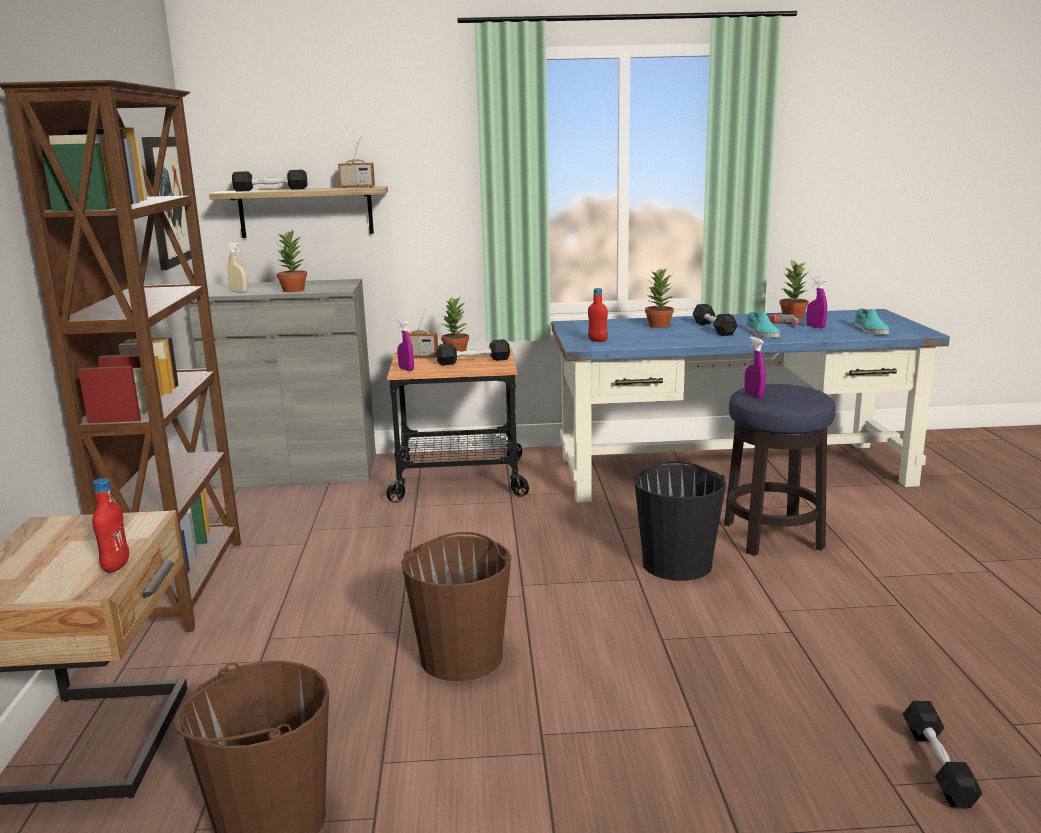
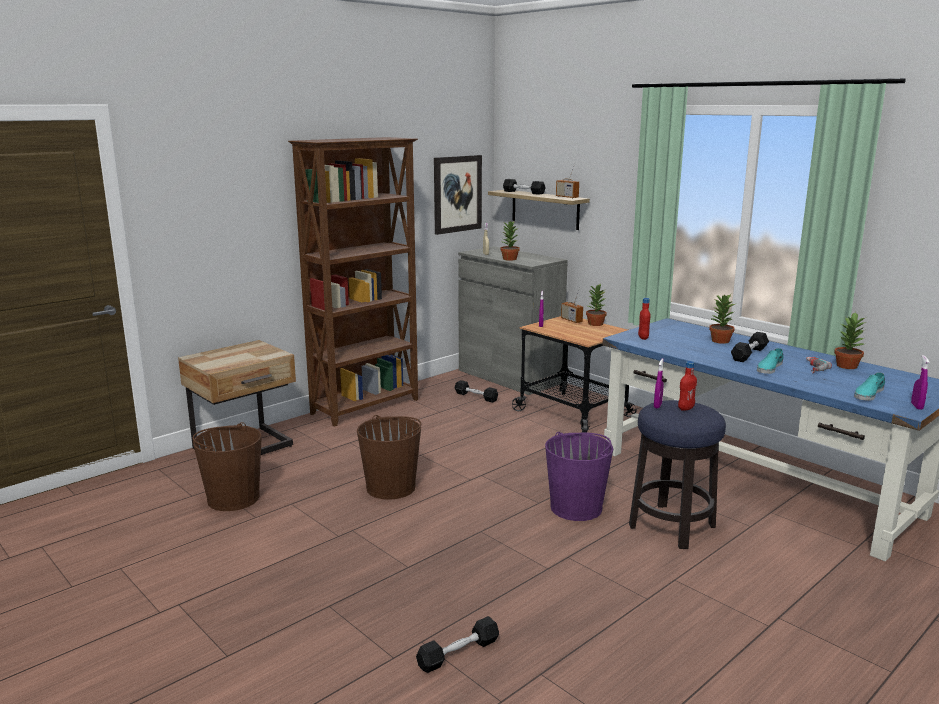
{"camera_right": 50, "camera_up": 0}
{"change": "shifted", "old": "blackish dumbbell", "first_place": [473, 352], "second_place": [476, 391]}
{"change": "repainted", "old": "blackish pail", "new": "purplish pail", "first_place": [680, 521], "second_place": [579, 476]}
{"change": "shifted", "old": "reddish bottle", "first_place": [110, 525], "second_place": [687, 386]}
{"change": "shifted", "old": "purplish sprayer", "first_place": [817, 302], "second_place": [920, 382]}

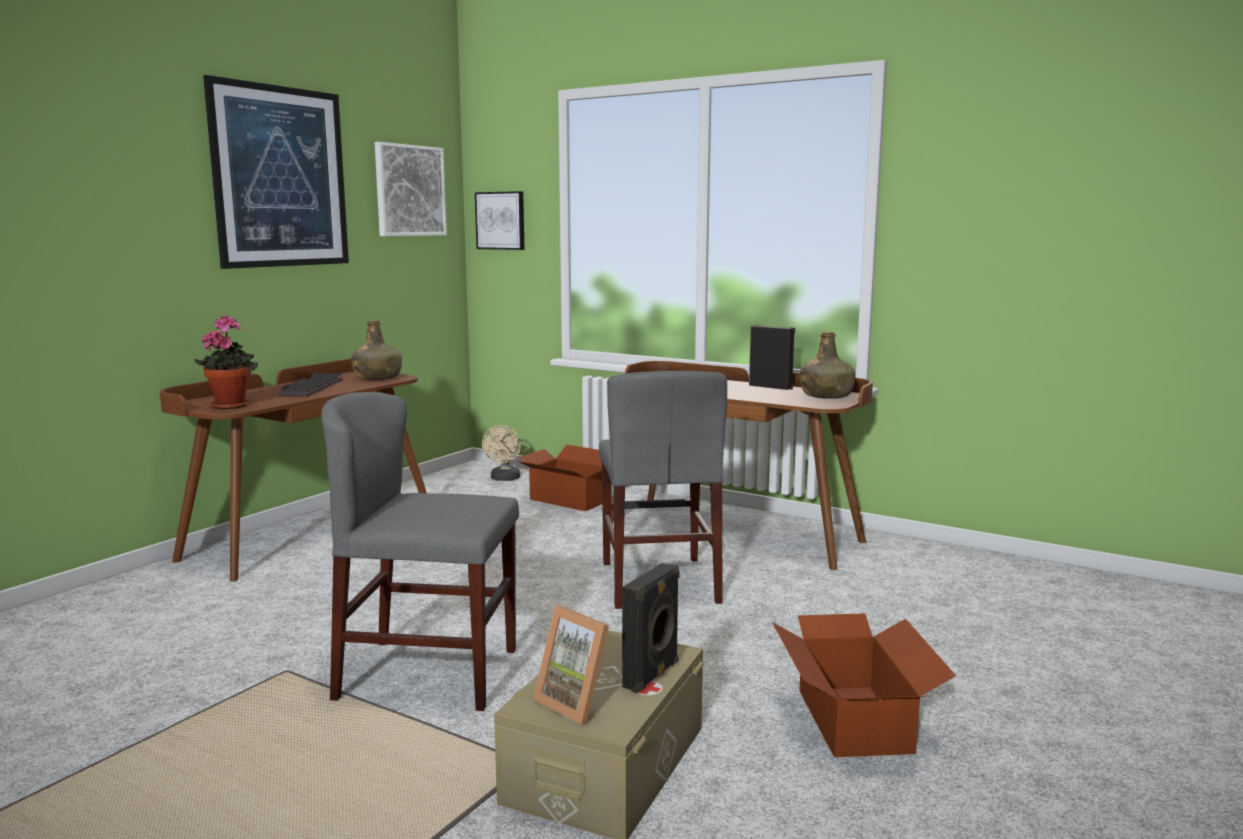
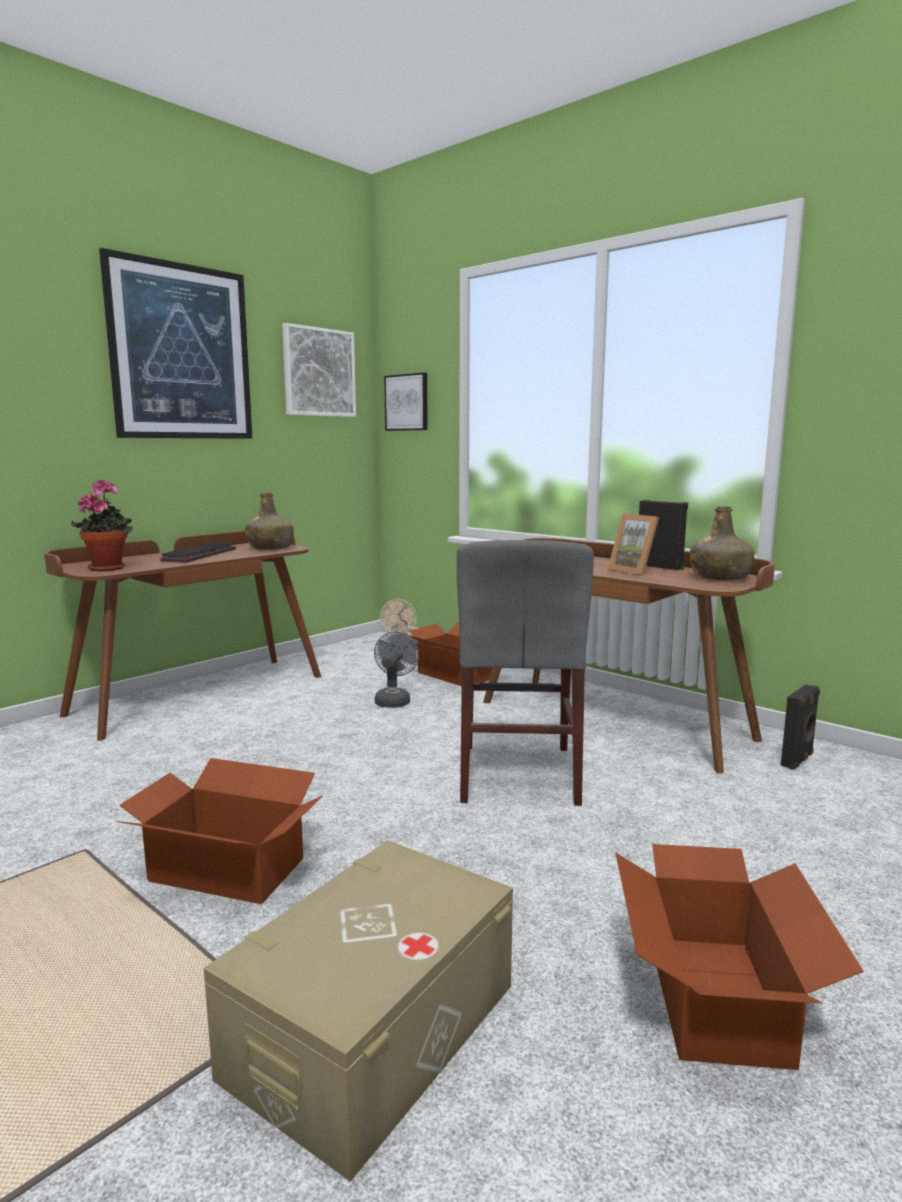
{"camera_right": 10, "camera_up": 0}
{"change": "swapped", "old": "gray chair", "new": "packing box", "first_place": [420, 551], "second_place": [219, 831]}
{"change": "new", "new": "gray cooling fan", "second_place": [396, 669]}
{"change": "shifted", "old": "picture frame", "first_place": [571, 665], "second_place": [633, 544]}
{"change": "shifted", "old": "blackish audio speaker", "first_place": [650, 628], "second_place": [800, 727]}

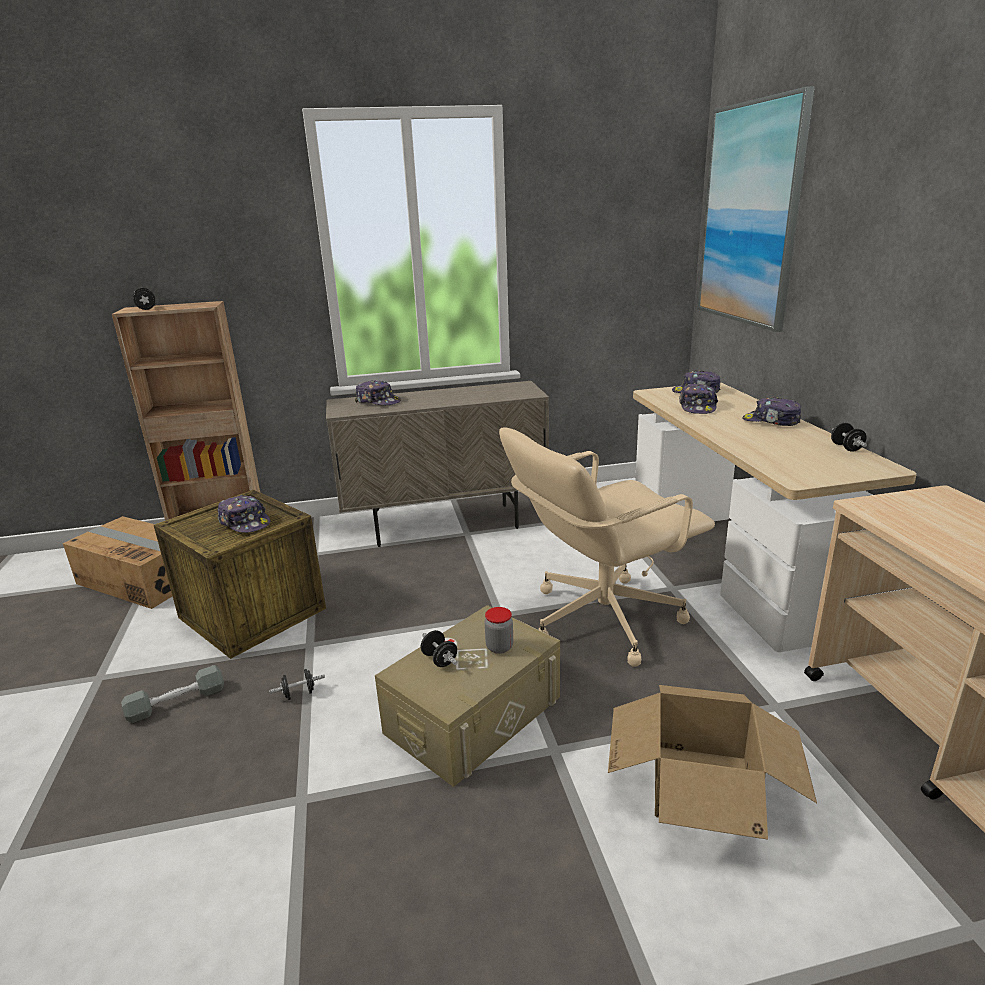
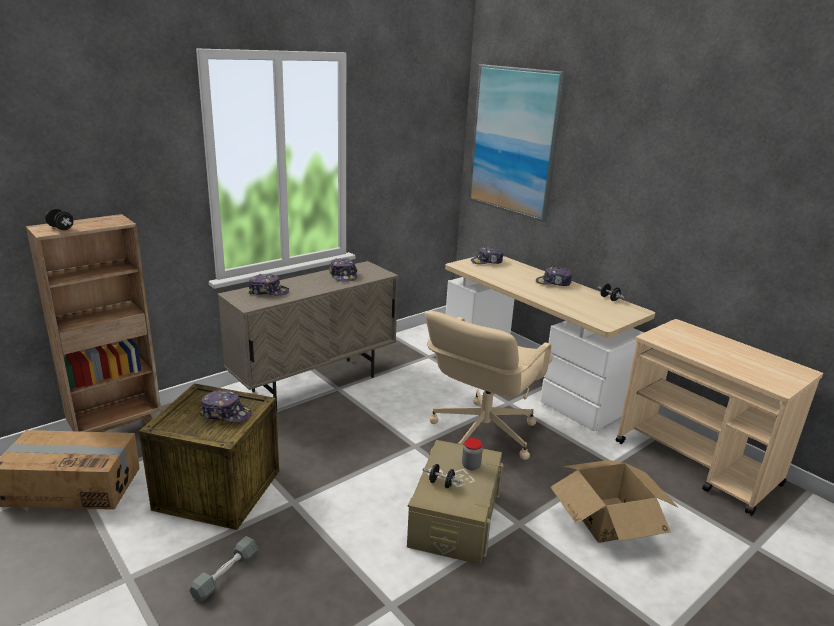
{"camera_right": -30, "camera_up": 0}
{"change": "shifted", "old": "cap", "first_place": [698, 399], "second_place": [343, 270]}
{"change": "gone", "old": "blackish dumbbell", "first_place": [297, 684]}

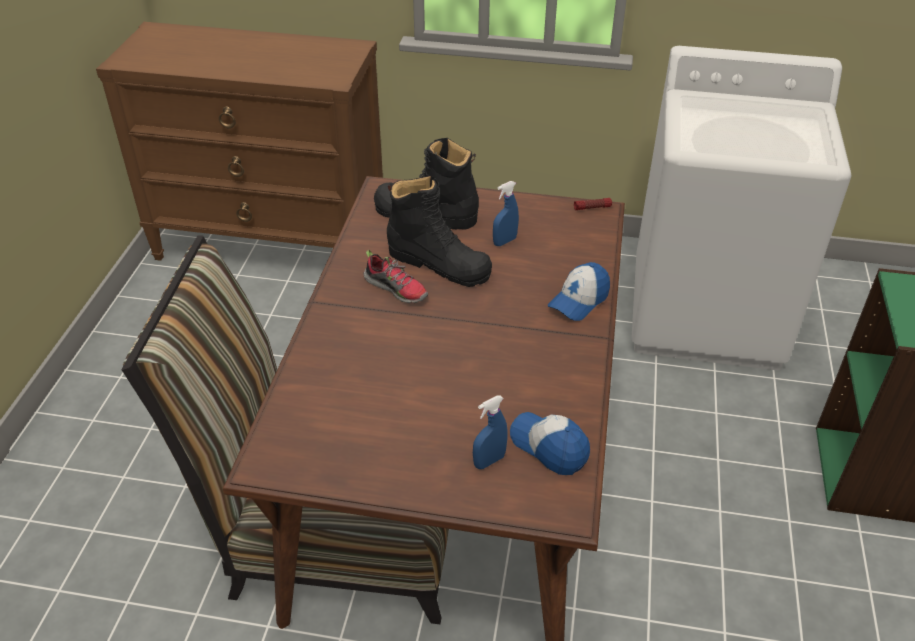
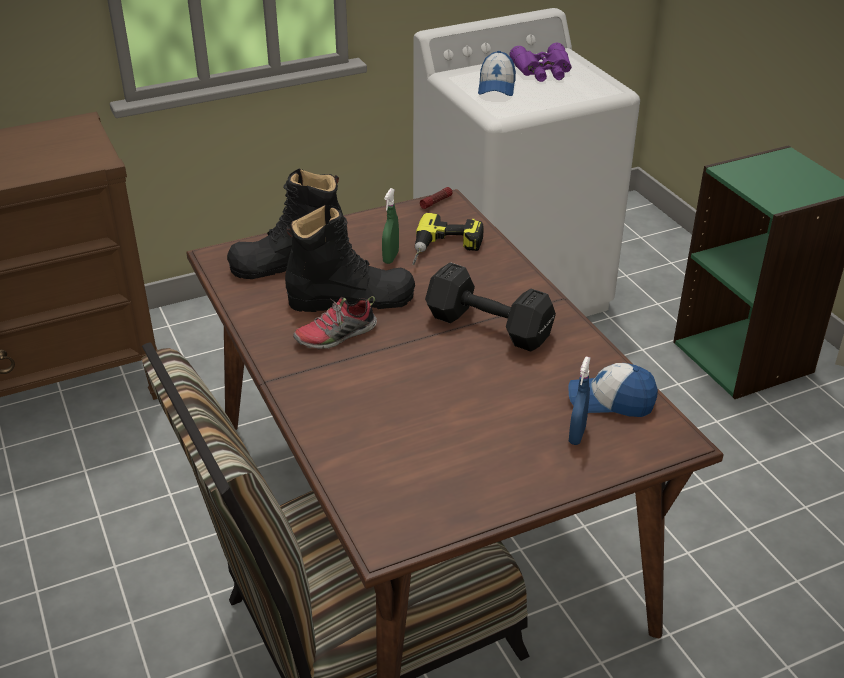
{"camera_right": -35, "camera_up": -5}
{"change": "rotated", "old": "shoe", "first_place": [395, 276], "second_place": [335, 322], "degrees": 150}
{"change": "repainted", "old": "blue-coloured sprayer", "new": "greenish sprayer", "first_place": [506, 213], "second_place": [390, 226]}
{"change": "new", "new": "power drill", "second_place": [448, 239]}
{"change": "new", "new": "blackish dumbbell", "second_place": [490, 307]}
{"change": "shifted", "old": "cap", "first_place": [578, 291], "second_place": [497, 73]}
{"change": "new", "new": "purplish binoculars", "second_place": [541, 62]}

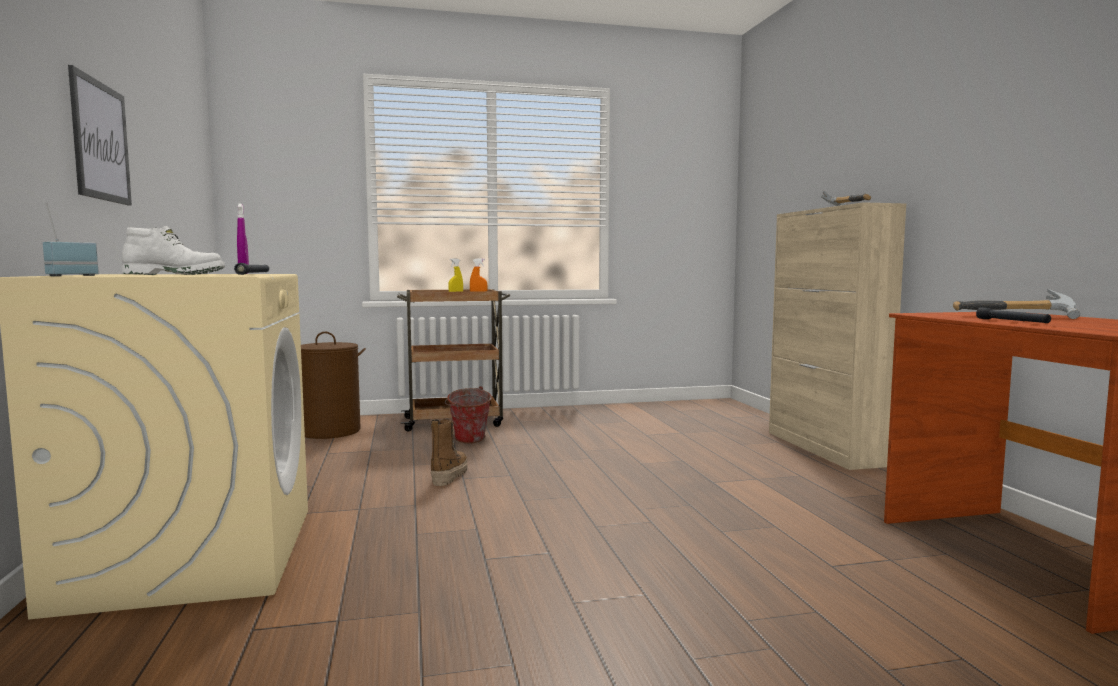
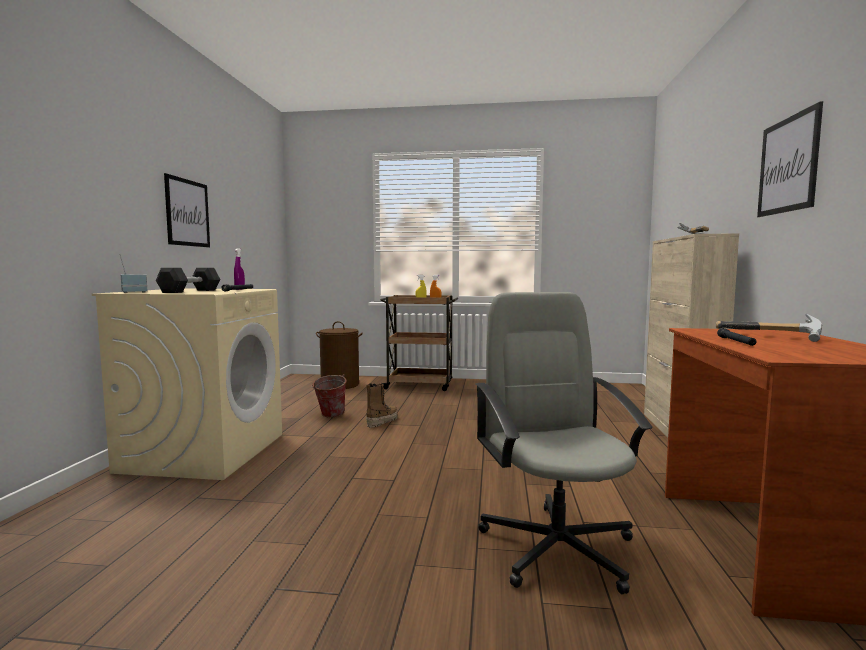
{"camera_right": 20, "camera_up": 0}
{"change": "swapped", "old": "white high-top boot", "new": "blackish dumbbell", "first_place": [173, 250], "second_place": [188, 280]}
{"change": "shifted", "old": "pail", "first_place": [468, 415], "second_place": [329, 396]}
{"change": "new", "new": "gray desk chair", "second_place": [563, 443]}
{"change": "new", "new": "wall picture", "second_place": [790, 159]}

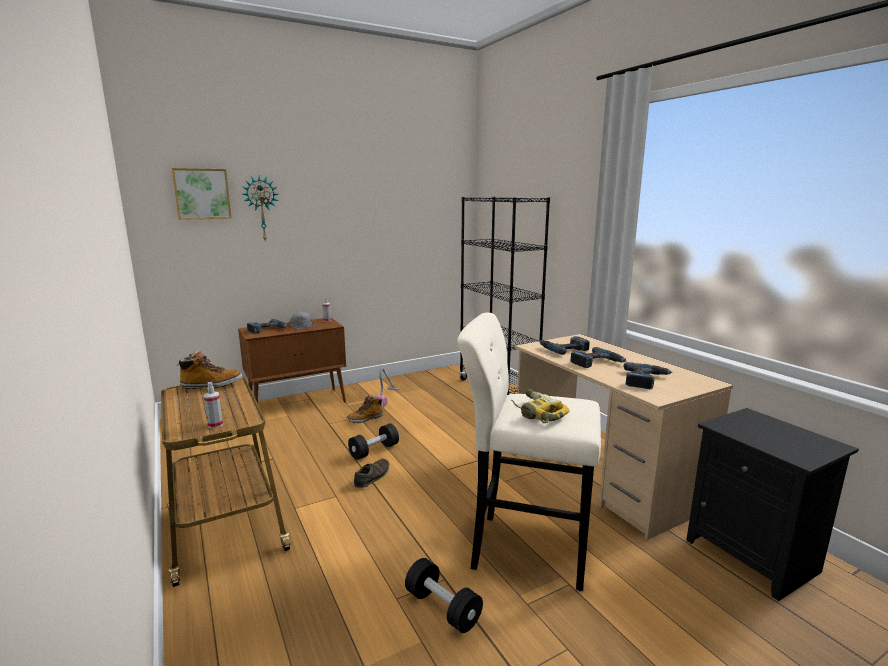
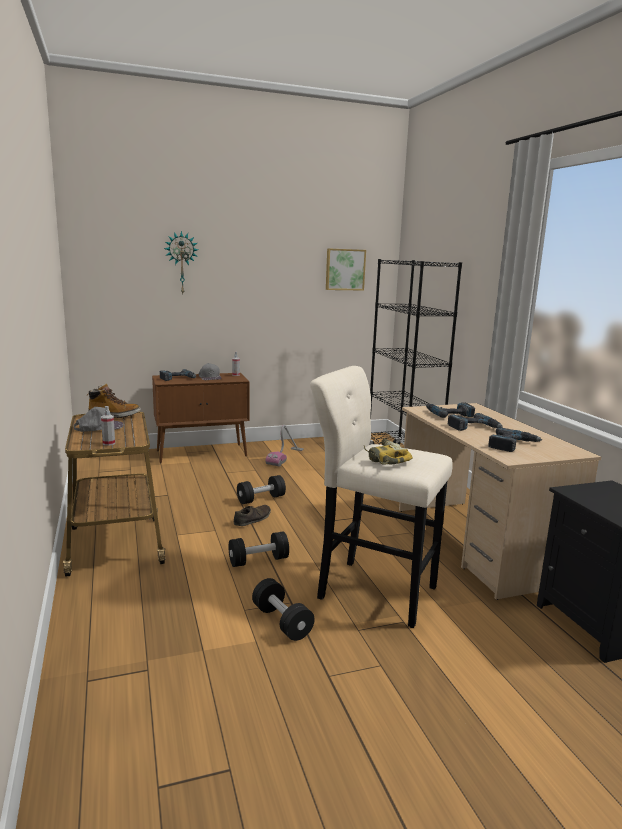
{"camera_right": 10, "camera_up": 0}
{"change": "new", "new": "gray cap", "second_place": [99, 419]}
{"change": "new", "new": "blackish dumbbell", "second_place": [259, 549]}
{"change": "shifted", "old": "wall picture", "first_place": [202, 194], "second_place": [346, 269]}
{"change": "gone", "old": "high-top boot", "first_place": [365, 408]}

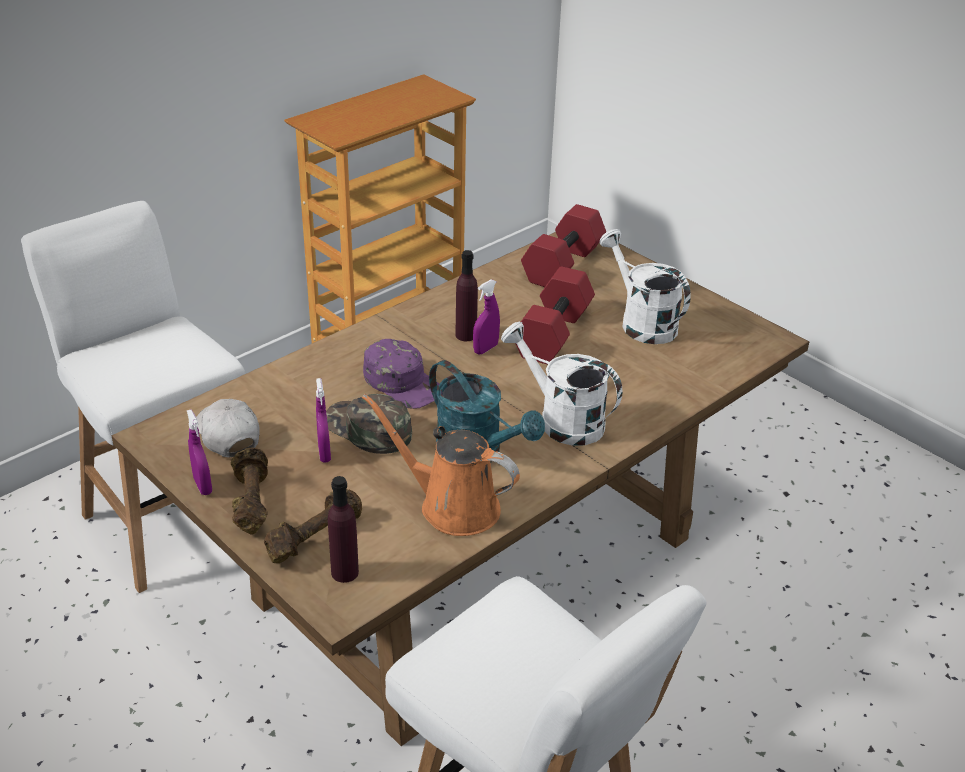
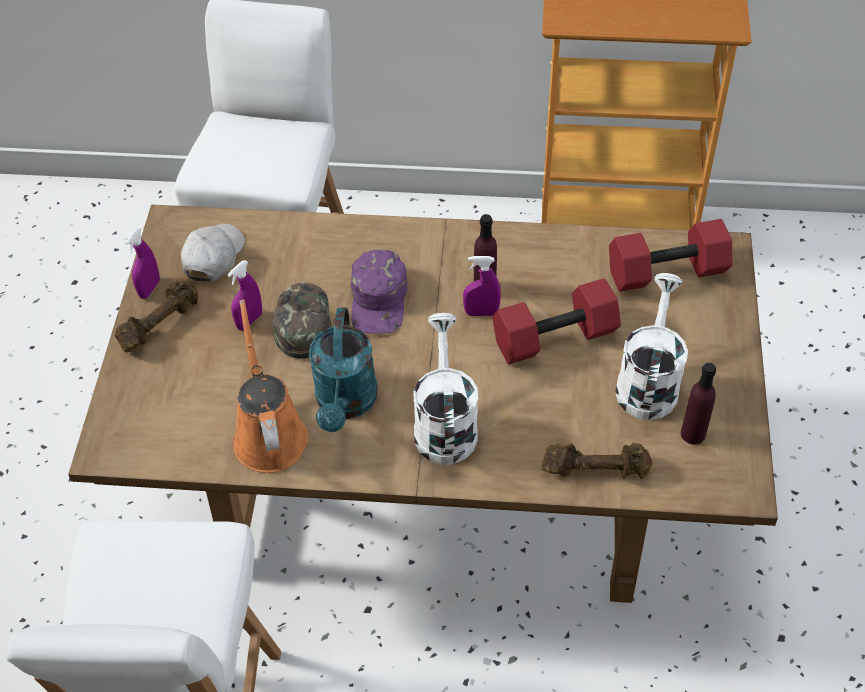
{"camera_right": 50, "camera_up": 15}
{"change": "shifted", "old": "brown-coloured dumbbell", "first_place": [313, 526], "second_place": [596, 460]}
{"change": "shifted", "old": "purplish bottle", "first_place": [343, 529], "second_place": [698, 403]}

